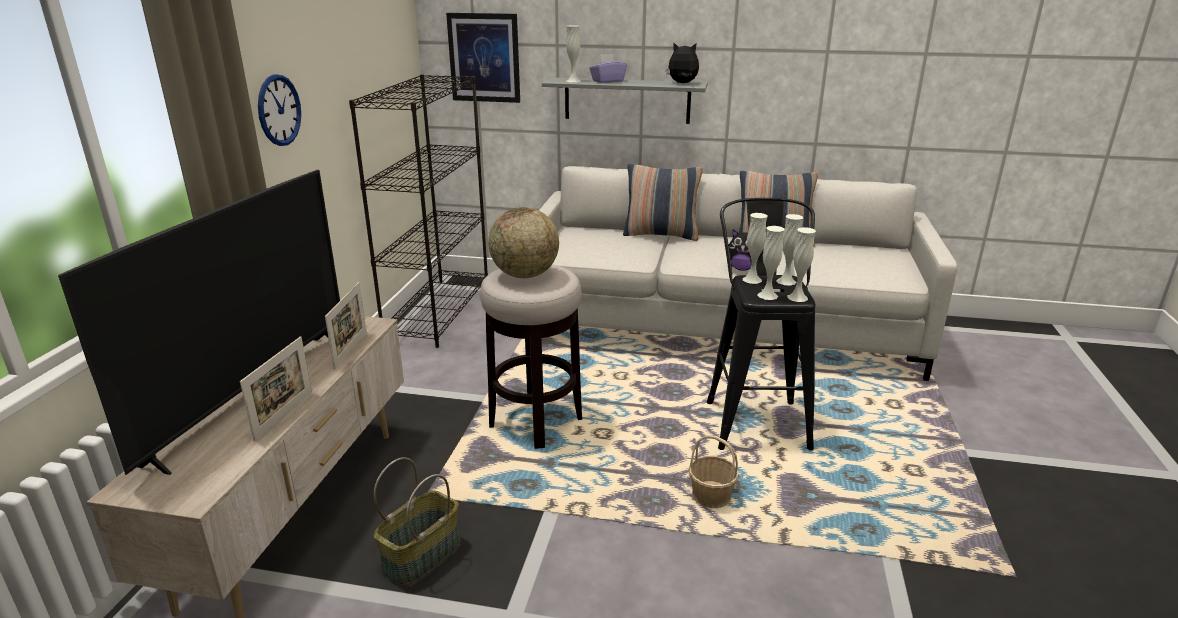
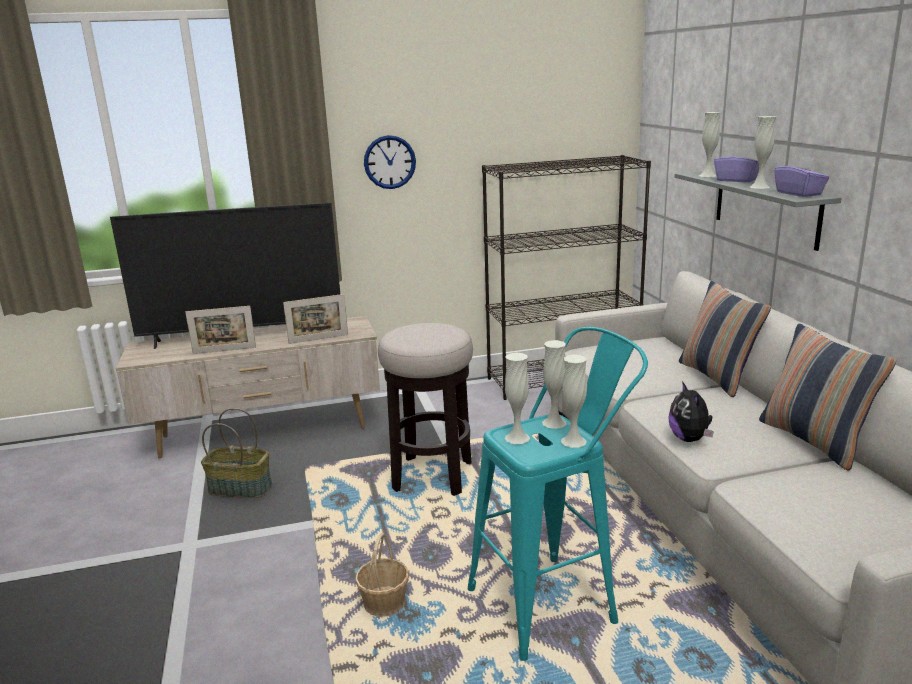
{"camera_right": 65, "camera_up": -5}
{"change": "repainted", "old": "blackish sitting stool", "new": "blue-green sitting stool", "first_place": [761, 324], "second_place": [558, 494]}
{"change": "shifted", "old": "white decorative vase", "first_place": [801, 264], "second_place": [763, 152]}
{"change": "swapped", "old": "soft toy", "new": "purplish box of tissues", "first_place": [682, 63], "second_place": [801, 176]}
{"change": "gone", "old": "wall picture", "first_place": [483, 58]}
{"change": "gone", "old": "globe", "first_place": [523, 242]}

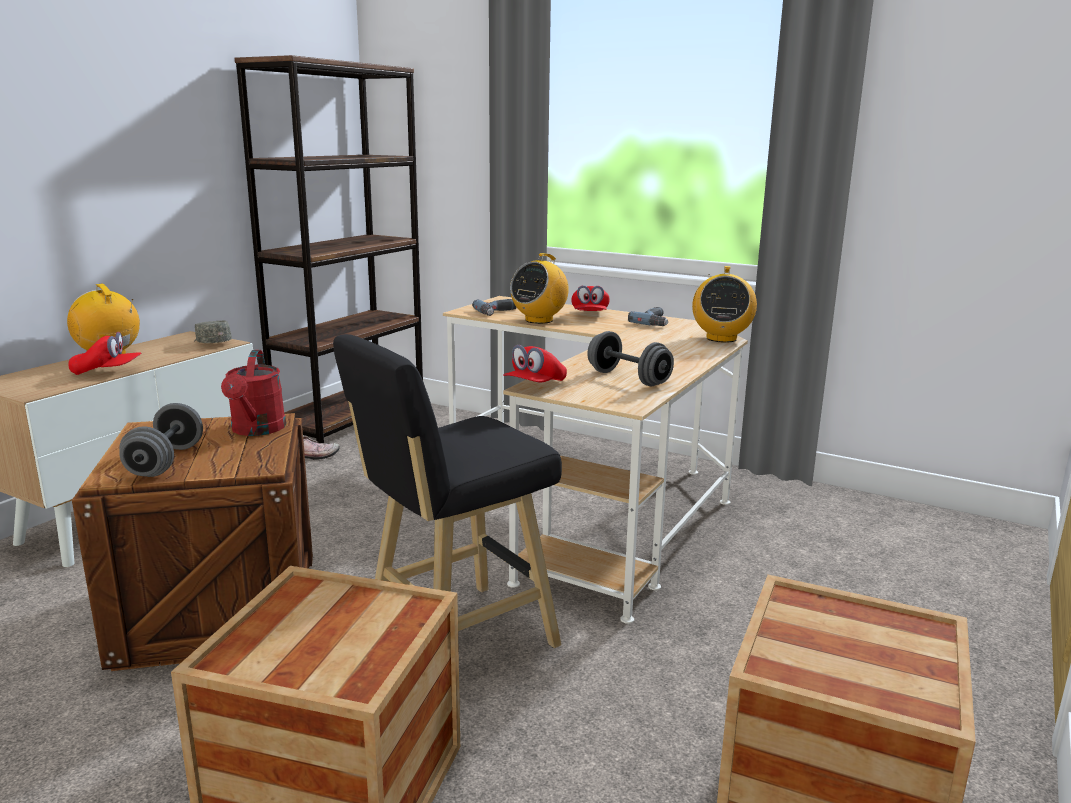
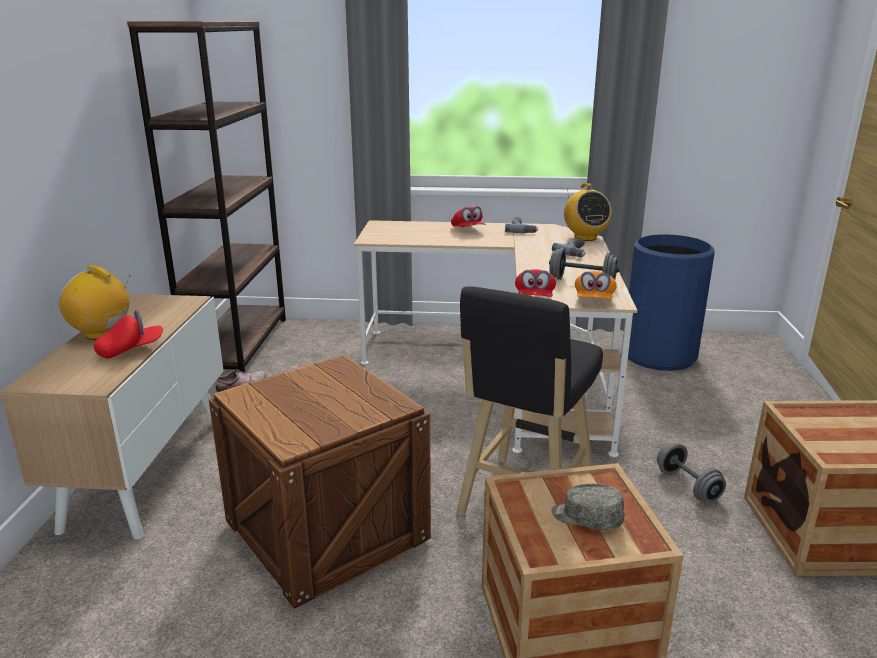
{"camera_right": -25, "camera_up": 5}
{"change": "shifted", "old": "gray cap", "first_place": [213, 332], "second_place": [588, 507]}
{"change": "shifted", "old": "power drill", "first_place": [494, 307], "second_place": [569, 247]}
{"change": "new", "new": "orangey cap", "second_place": [596, 285]}
{"change": "new", "new": "blue-coloured waste bin", "second_place": [671, 302]}
{"change": "shifted", "old": "gray dumbbell", "first_place": [161, 440], "second_place": [691, 472]}
{"change": "gone", "old": "reddish watering pot", "first_place": [253, 393]}
{"change": "gone", "old": "radio", "first_place": [539, 288]}

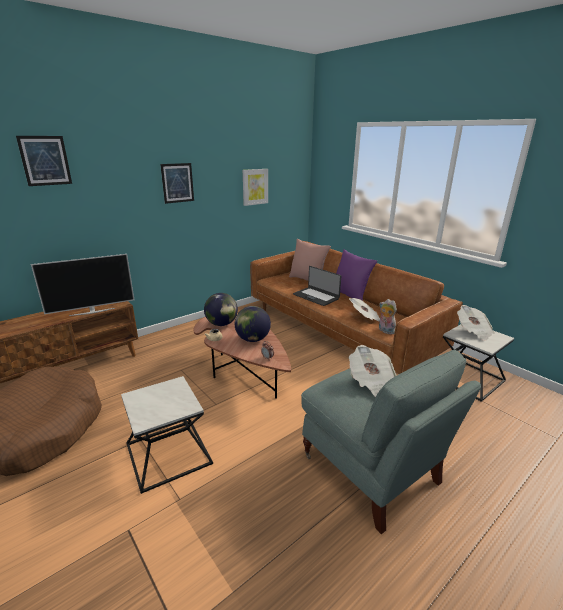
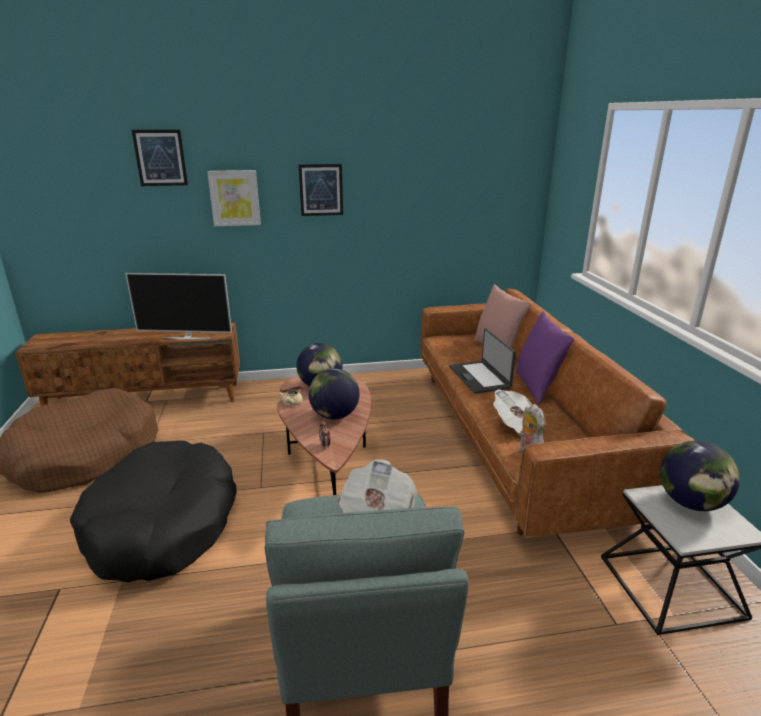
{"camera_right": 30, "camera_up": 0}
{"change": "swapped", "old": "accent table", "new": "blackish dog bed", "first_place": [167, 435], "second_place": [153, 511]}
{"change": "shifted", "old": "wall picture", "first_place": [255, 187], "second_place": [234, 198]}
{"change": "swapped", "old": "daily paper", "new": "globe", "first_place": [476, 323], "second_place": [700, 476]}

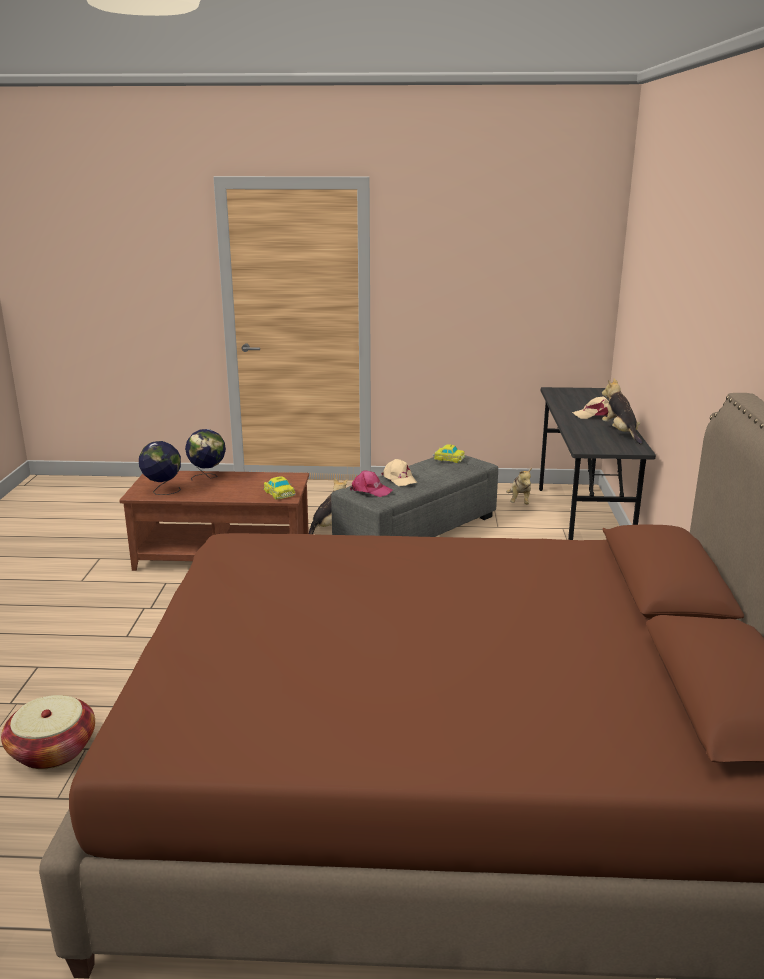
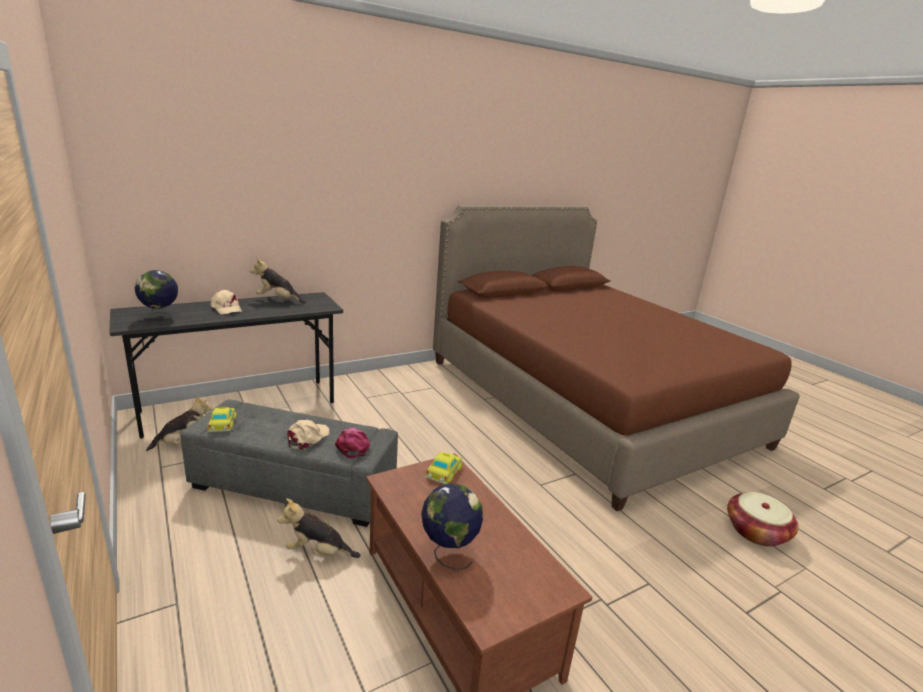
{"camera_right": -125, "camera_up": 0}
{"change": "shifted", "old": "globe", "first_place": [160, 468], "second_place": [156, 295]}
{"change": "rotated", "old": "soft toy", "first_place": [622, 411], "second_place": [278, 281], "degrees": 60}

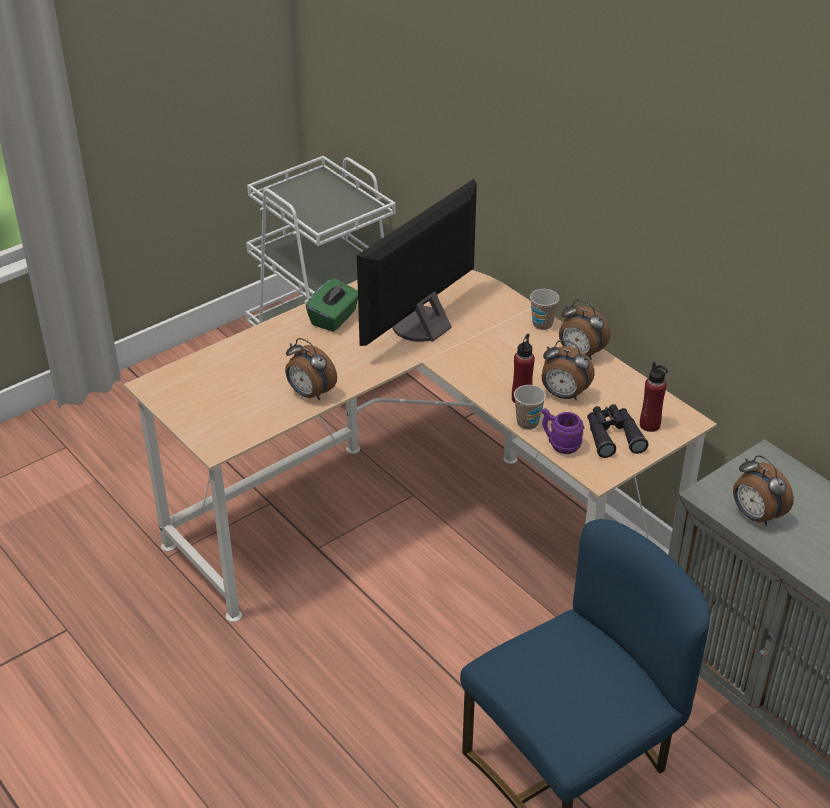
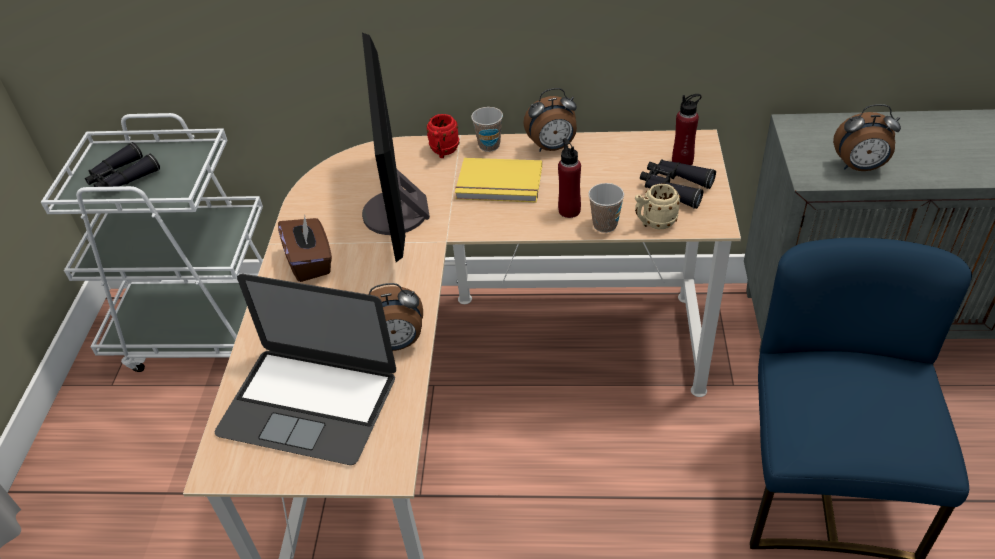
{"camera_right": -45, "camera_up": 5}
{"change": "new", "new": "blackish binoculars", "second_place": [122, 164]}
{"change": "new", "new": "laptop", "second_place": [305, 369]}
{"change": "repainted", "old": "greenish box of tissues", "new": "brown-coloured box of tissues", "first_place": [332, 305], "second_place": [305, 249]}
{"change": "new", "new": "reddish mug", "second_place": [443, 136]}
{"change": "new", "new": "yellow-coloured volume", "second_place": [498, 180]}
{"change": "repainted", "old": "purplish mug", "new": "beige mug", "first_place": [563, 431], "second_place": [658, 206]}
{"change": "gone", "old": "bedside clock", "first_place": [568, 370]}

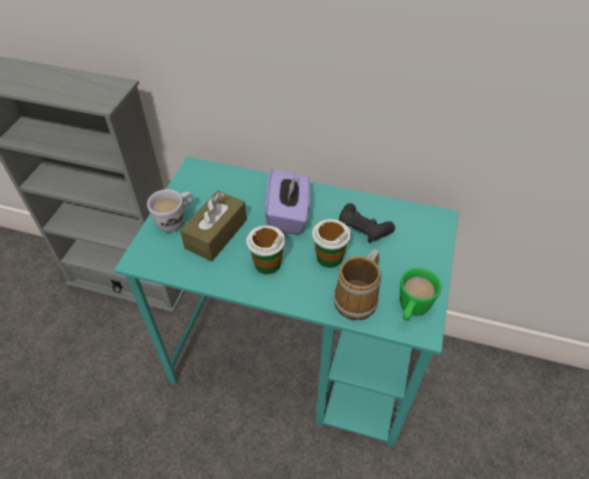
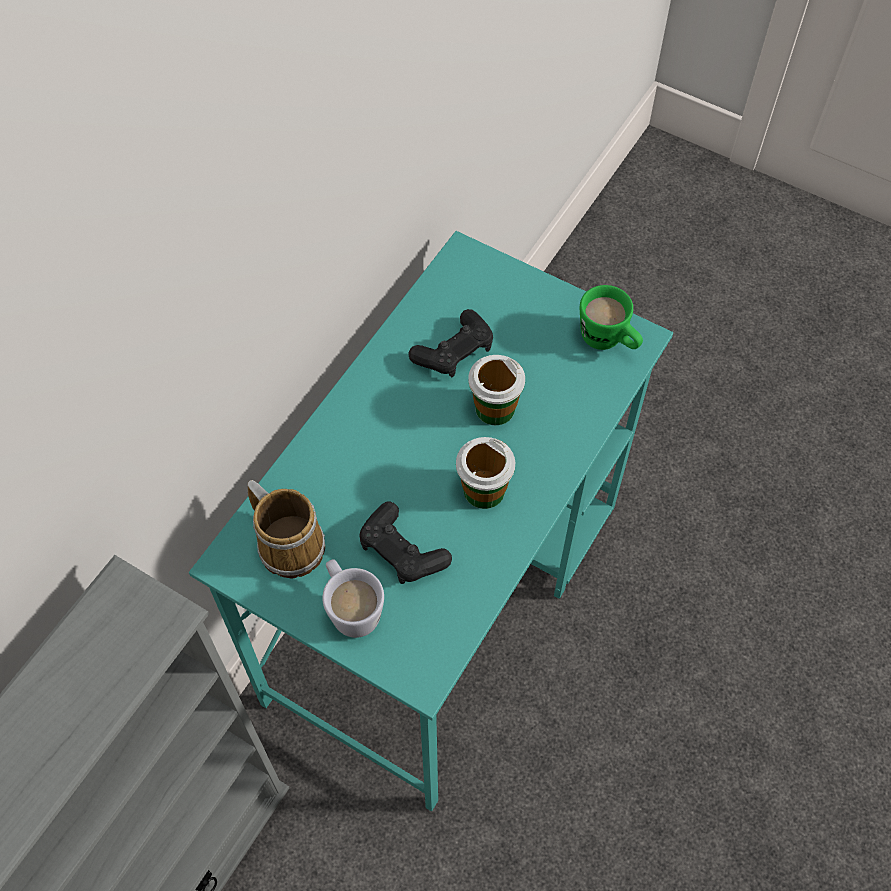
{"camera_right": -75, "camera_up": 10}
{"change": "shifted", "old": "mug", "first_place": [357, 284], "second_place": [286, 529]}
{"change": "swapped", "old": "brown-coloured box of tissues", "new": "blackish gamepad", "first_place": [213, 225], "second_place": [405, 543]}
{"change": "gone", "old": "purplish box of tissues", "first_place": [287, 201]}

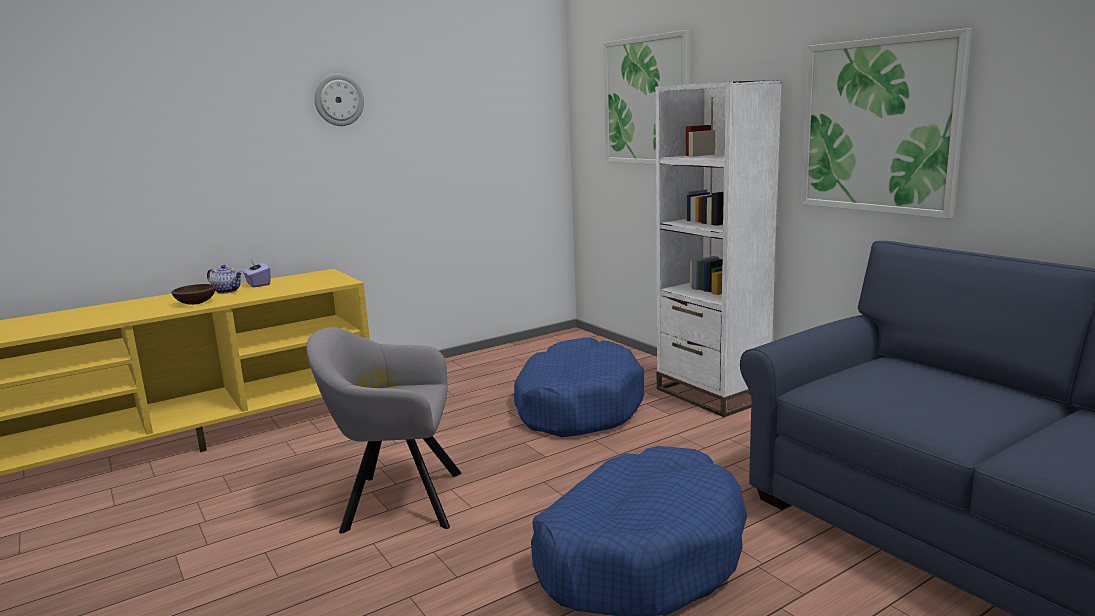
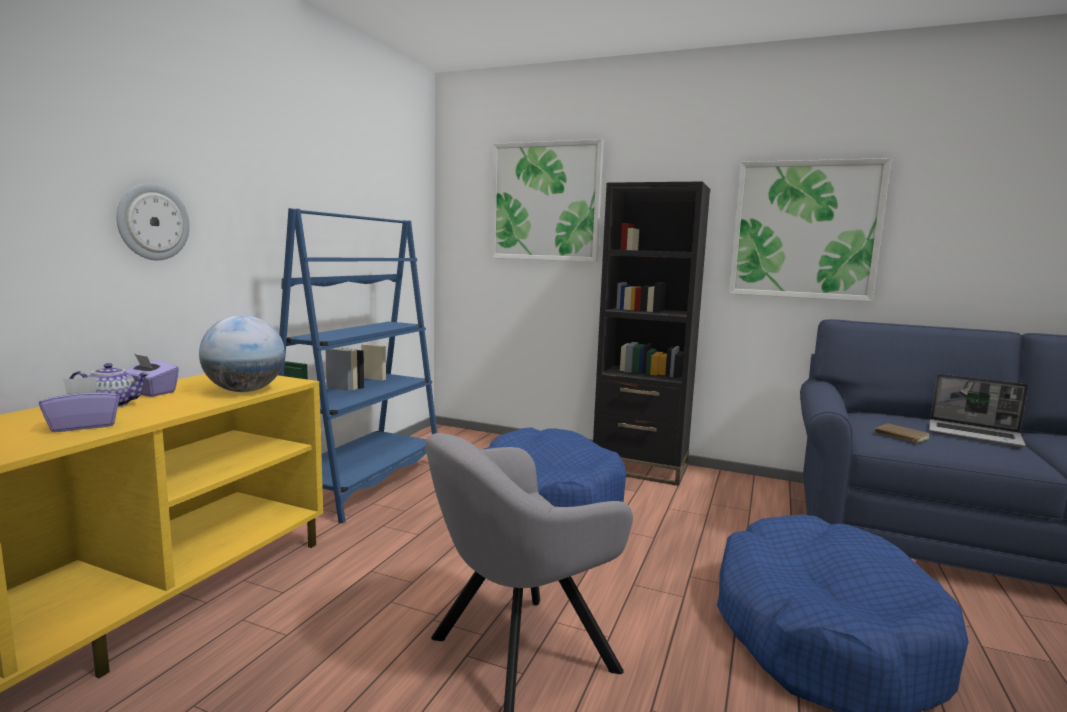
{"camera_right": -35, "camera_up": -5}
{"change": "swapped", "old": "brown-coloured serving bowl", "new": "purplish box of tissues", "first_place": [193, 294], "second_place": [79, 404]}
{"change": "shifted", "old": "wall clock", "first_place": [339, 100], "second_place": [153, 221]}
{"change": "new", "new": "globe", "second_place": [242, 353]}
{"change": "new", "new": "blue-coloured shelving unit", "second_place": [357, 365]}
{"change": "repainted", "old": "white shelving unit", "new": "blackish shelving unit", "first_place": [718, 248], "second_place": [651, 333]}
{"change": "new", "new": "brown-coloured volume", "second_place": [902, 433]}
{"change": "new", "new": "laptop", "second_place": [979, 410]}

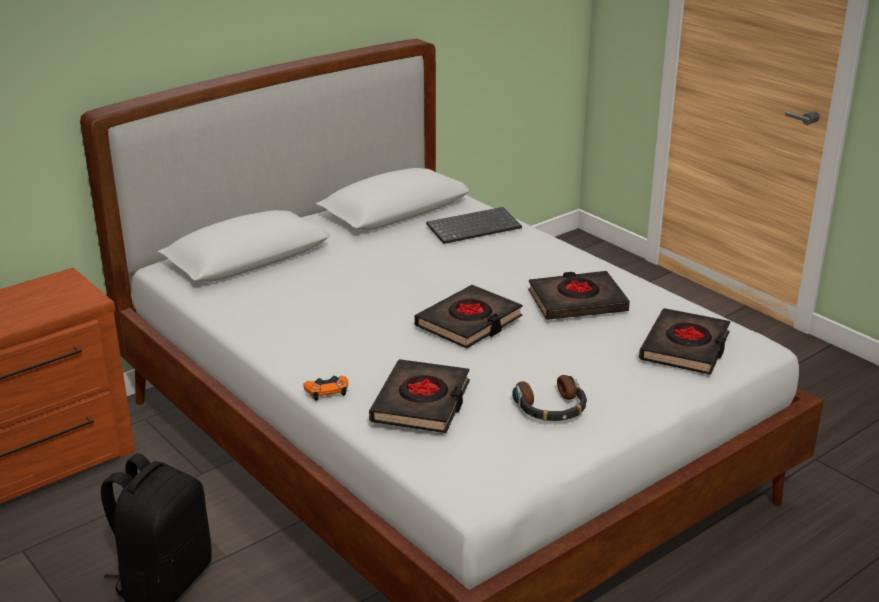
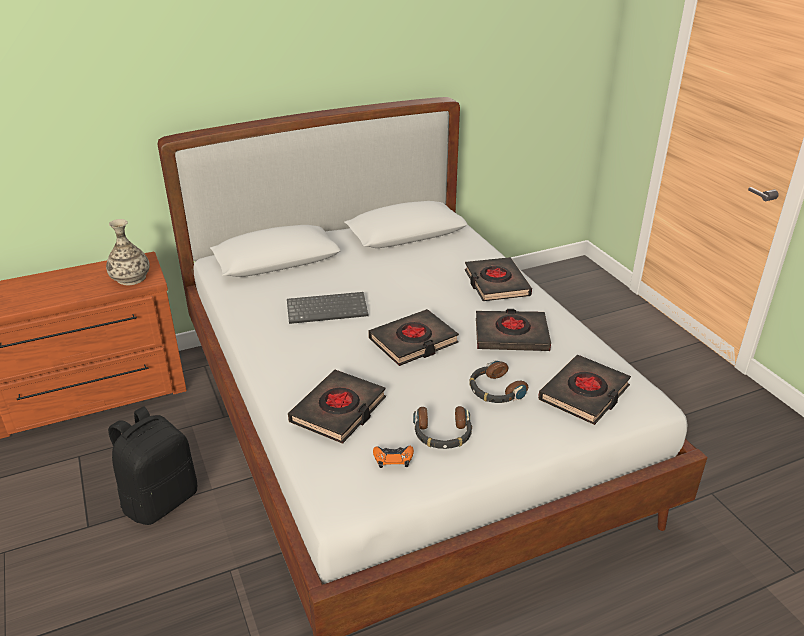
{"camera_right": 15, "camera_up": 5}
{"change": "new", "new": "decorative vase", "second_place": [128, 252]}
{"change": "shifted", "old": "keyboard", "first_place": [474, 225], "second_place": [327, 308]}
{"change": "shifted", "old": "orangey gamepad", "first_place": [325, 388], "second_place": [393, 457]}
{"change": "new", "new": "blackish volume", "second_place": [498, 279]}
{"change": "new", "new": "pair of headphones", "second_place": [498, 381]}

